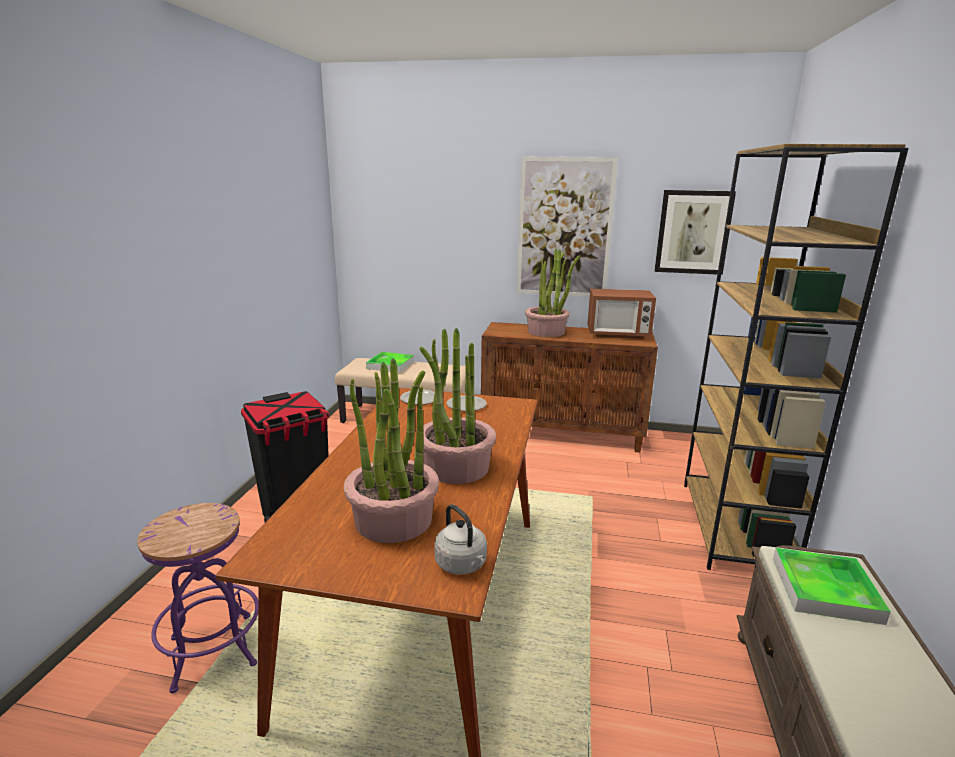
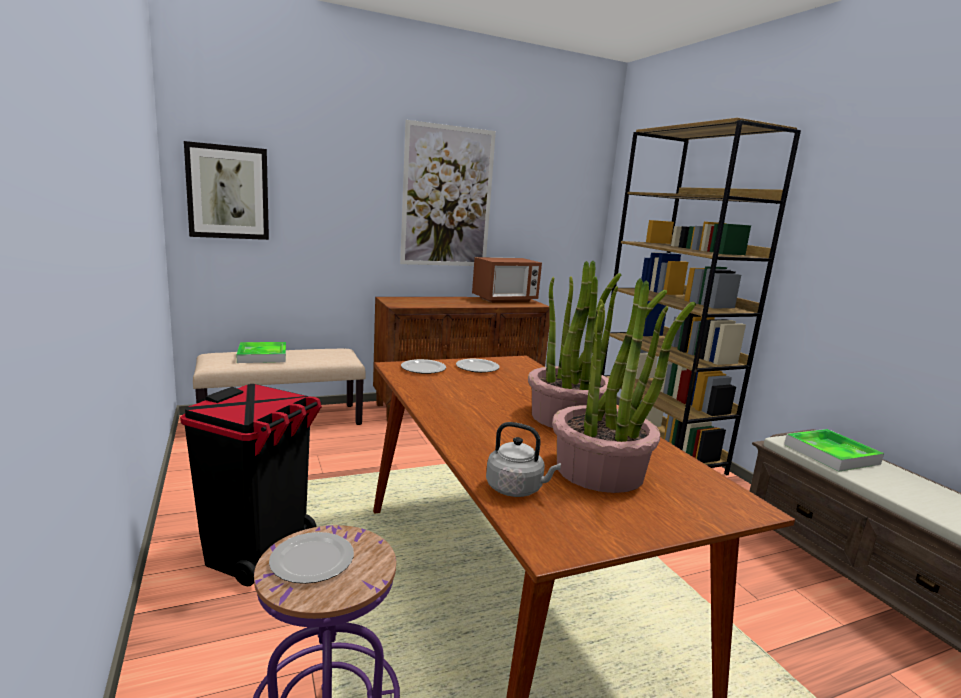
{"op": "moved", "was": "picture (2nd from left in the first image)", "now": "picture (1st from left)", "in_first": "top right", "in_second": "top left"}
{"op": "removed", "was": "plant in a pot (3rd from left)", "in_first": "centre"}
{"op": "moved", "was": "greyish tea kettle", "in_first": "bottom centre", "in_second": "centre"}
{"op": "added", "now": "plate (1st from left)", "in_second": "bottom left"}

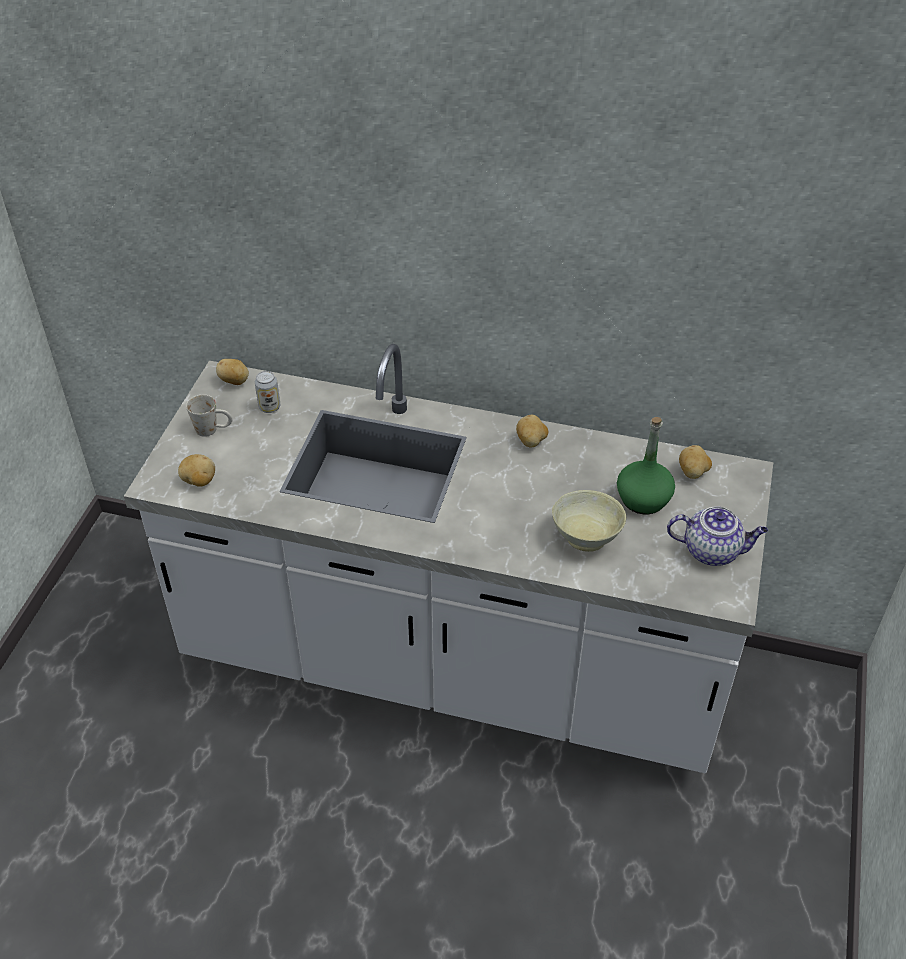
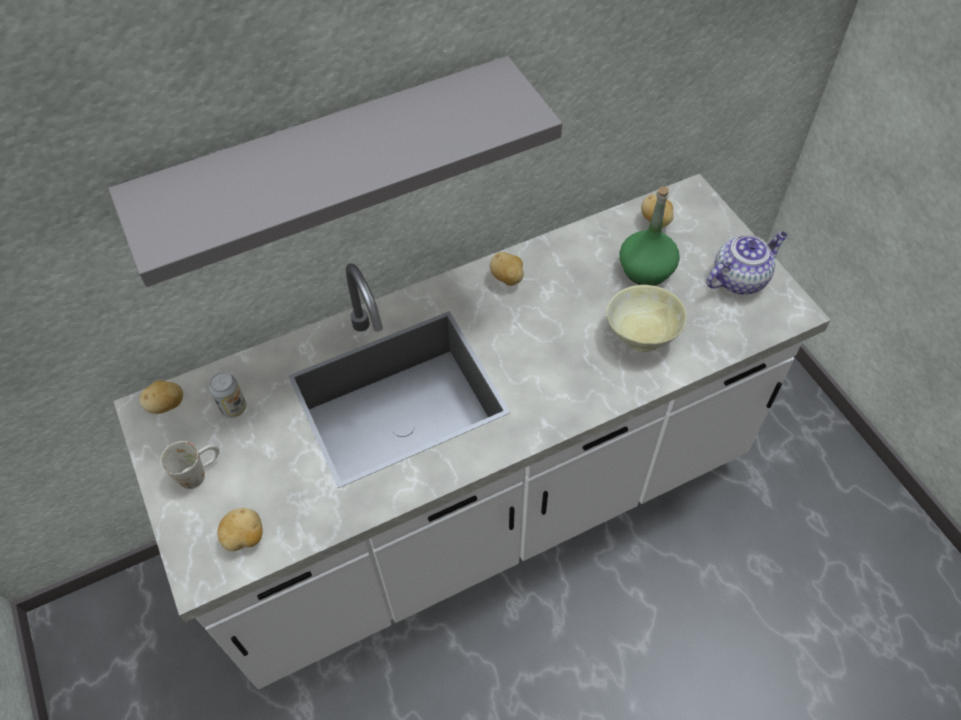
{"op": "added", "now": "greyish bracket shelf", "in_second": "top centre"}

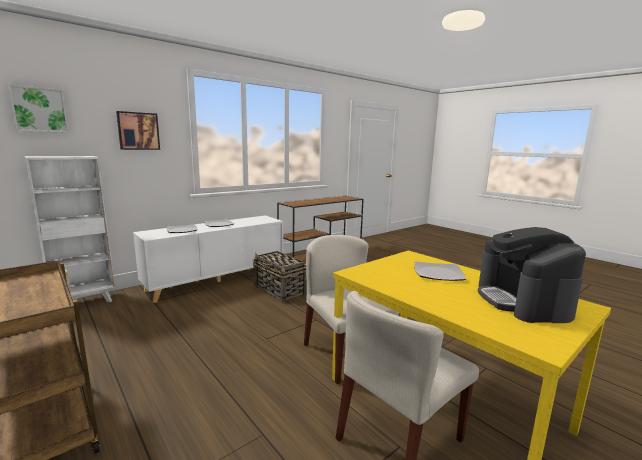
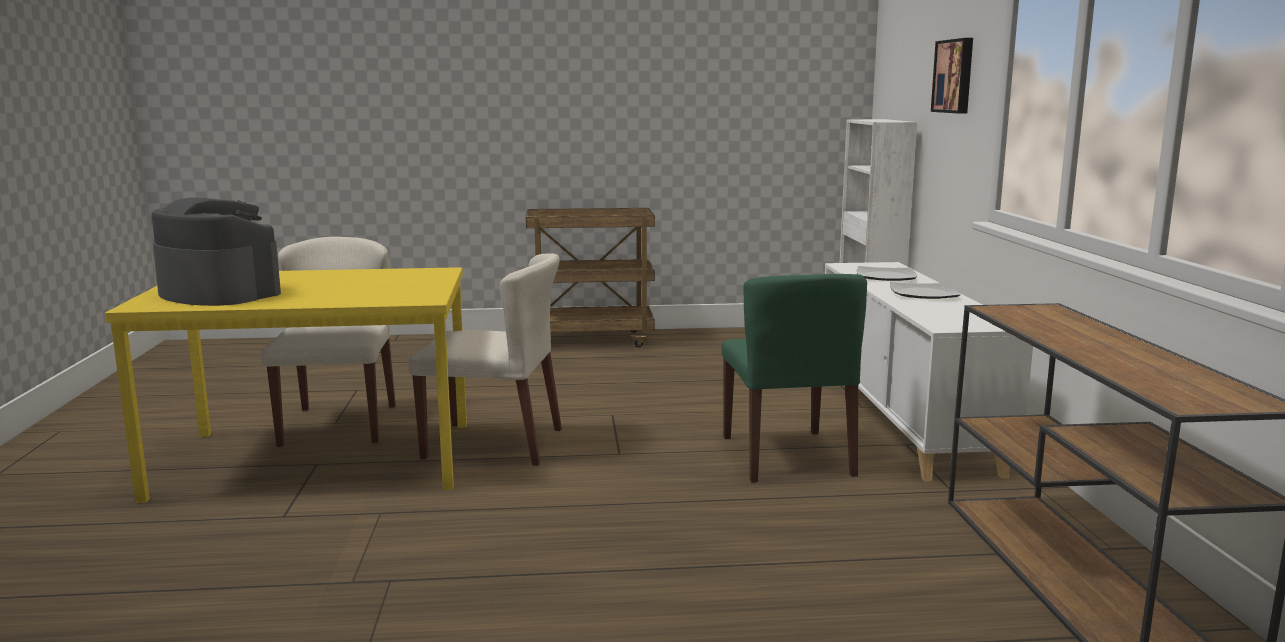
{"op": "removed", "was": "picture (1st from left)", "in_first": "top left"}
{"op": "replaced", "was": "household basket", "now": "green-coloured chair", "in_first": "centre", "in_second": "centre"}
{"op": "removed", "was": "plate (3rd from left)", "in_first": "middle right"}

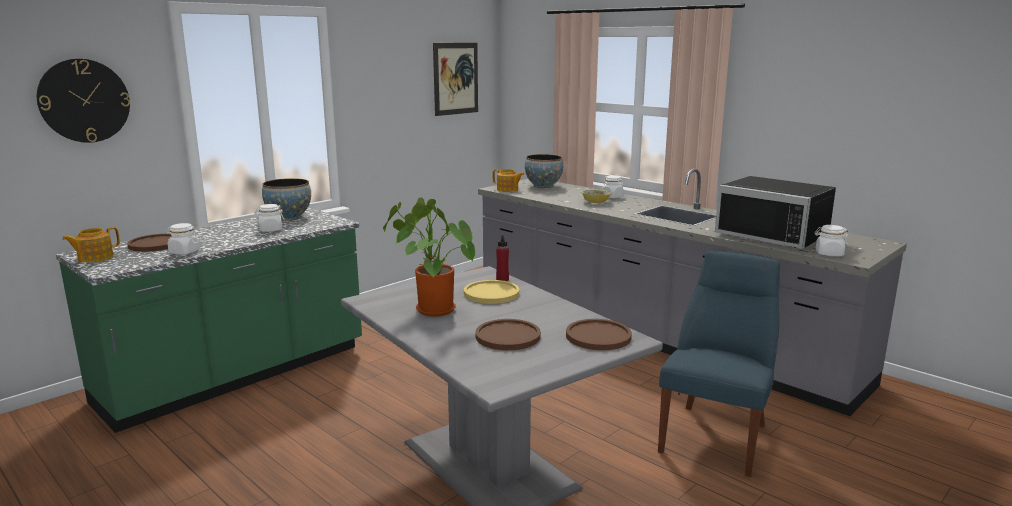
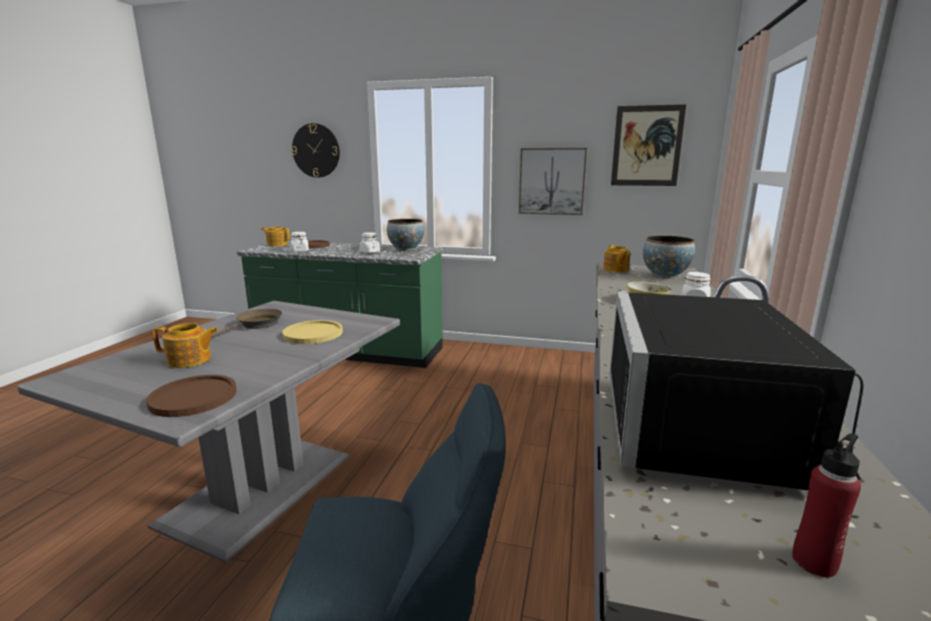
{"op": "replaced", "was": "plant in a pot", "now": "brownish pan", "in_first": "centre", "in_second": "middle left"}
{"op": "removed", "was": "white-coloured storage jar (4th from left)", "in_first": "middle right"}
{"op": "moved", "was": "red-coloured drink bottle", "in_first": "centre", "in_second": "bottom right"}
{"op": "replaced", "was": "brownish plate (2nd from left)", "now": "teapot (1st from left)", "in_first": "centre", "in_second": "middle left"}
{"op": "added", "now": "picture (1st from left)", "in_second": "top centre"}

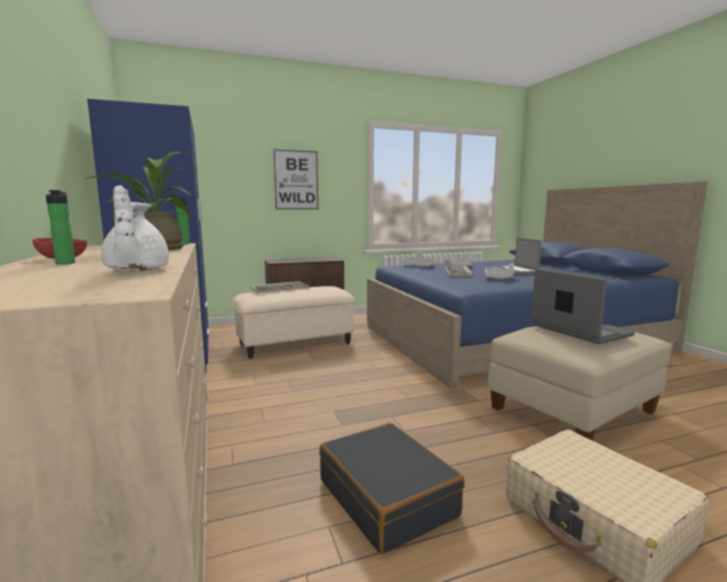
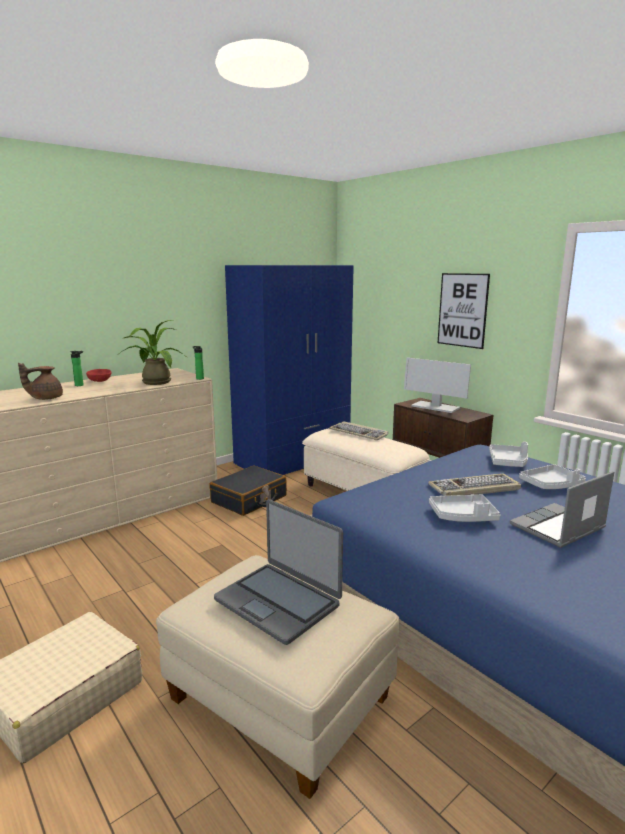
{"op": "recoloured", "was": "white-coloured teapot", "now": "brownish teapot", "in_first": "middle left", "in_second": "middle left"}
{"op": "turned", "was": "notebook computer (2nd from left in the first image)", "in_first": "middle right", "in_second": "bottom centre", "clockwise": 90}
{"op": "moved", "was": "black suitcase", "in_first": "bottom centre", "in_second": "centre"}
{"op": "added", "now": "computer display", "in_second": "middle right"}

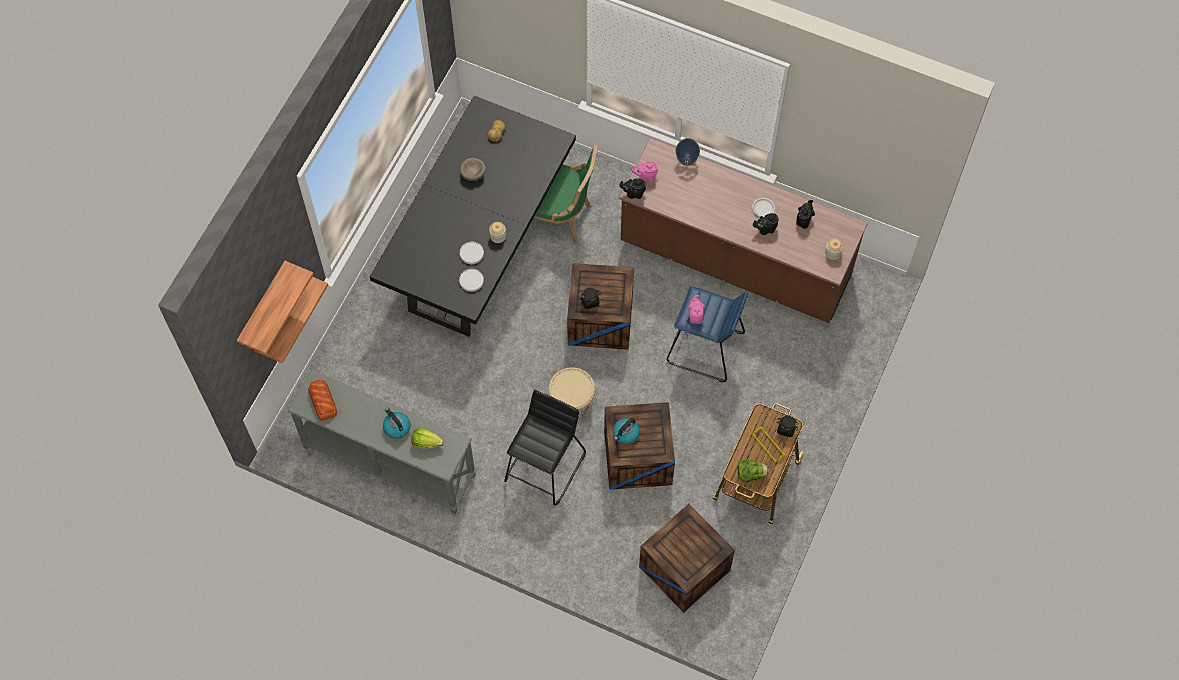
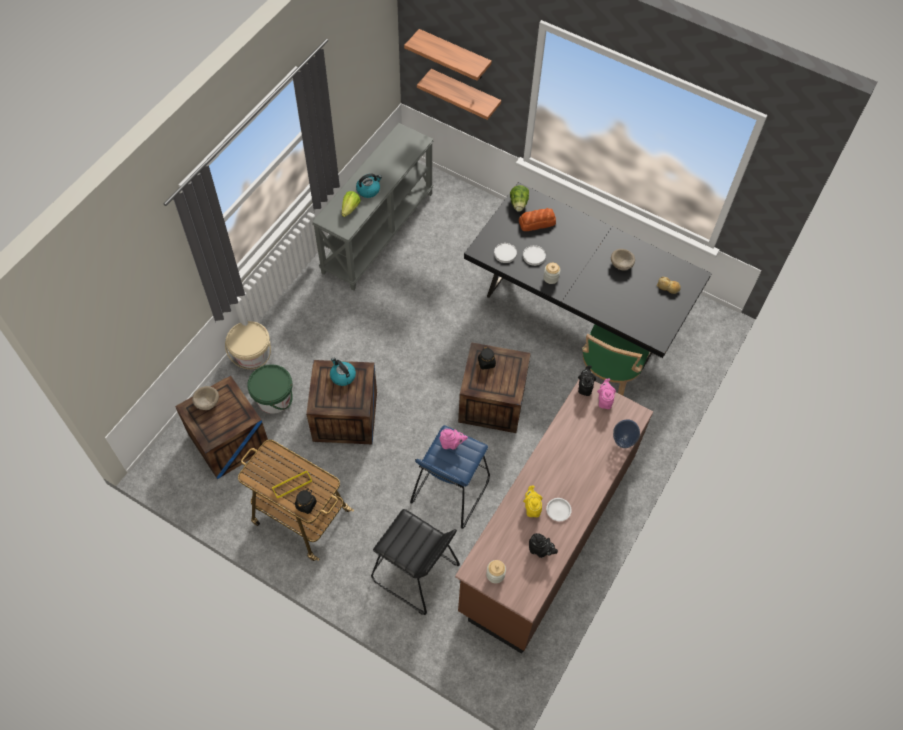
{"op": "recoloured", "was": "black teapot (2nd from left)", "now": "yellow-coloured teapot", "in_first": "top centre", "in_second": "bottom centre"}
{"op": "moved", "was": "beige-coloured pail", "in_first": "centre", "in_second": "middle left"}
{"op": "moved", "was": "bakery bread (1st from left)", "in_first": "middle left", "in_second": "top centre"}
{"op": "moved", "was": "black stool seat", "in_first": "centre", "in_second": "bottom centre"}
{"op": "moved", "was": "lettuce head (2nd from left)", "in_first": "bottom centre", "in_second": "top centre"}
{"op": "added", "now": "green-coloured pail", "in_second": "middle left"}
{"op": "added", "now": "beige-coloured deep dish (1st from left)", "in_second": "middle left"}

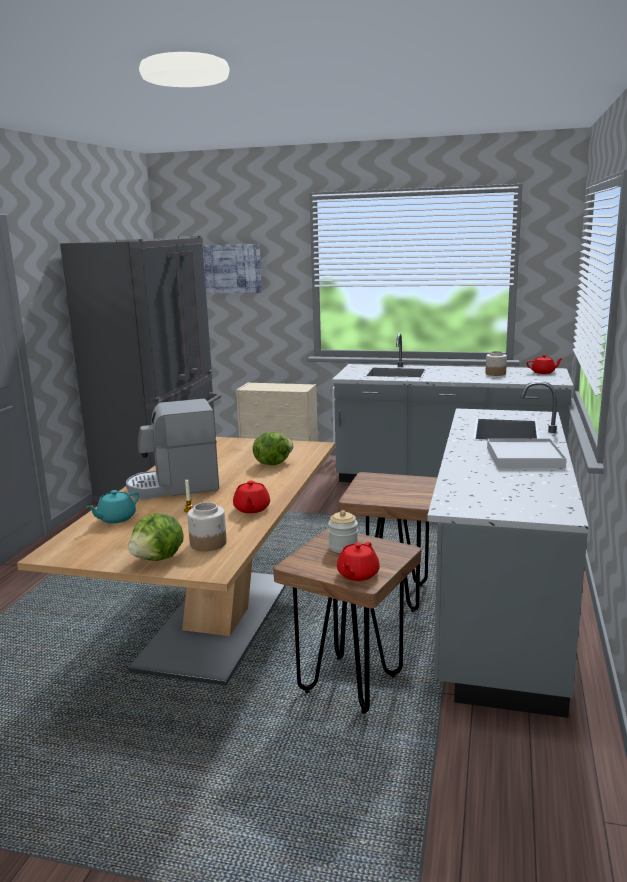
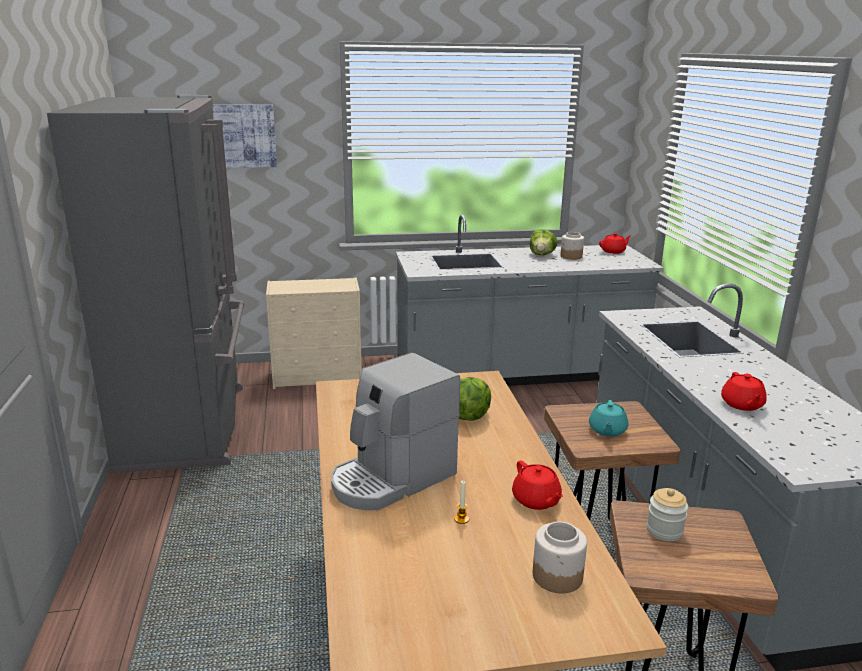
{"op": "removed", "was": "white-coloured serving tray", "in_first": "middle right"}
{"op": "moved", "was": "blue-green teapot", "in_first": "middle left", "in_second": "middle right"}
{"op": "moved", "was": "lettuce head (1st from left in the first image)", "now": "lettuce head (2nd from left)", "in_first": "middle left", "in_second": "centre"}
{"op": "moved", "was": "red-coloured teapot (2nd from left in the first image)", "now": "red-coloured teapot (3rd from left)", "in_first": "centre", "in_second": "middle right"}

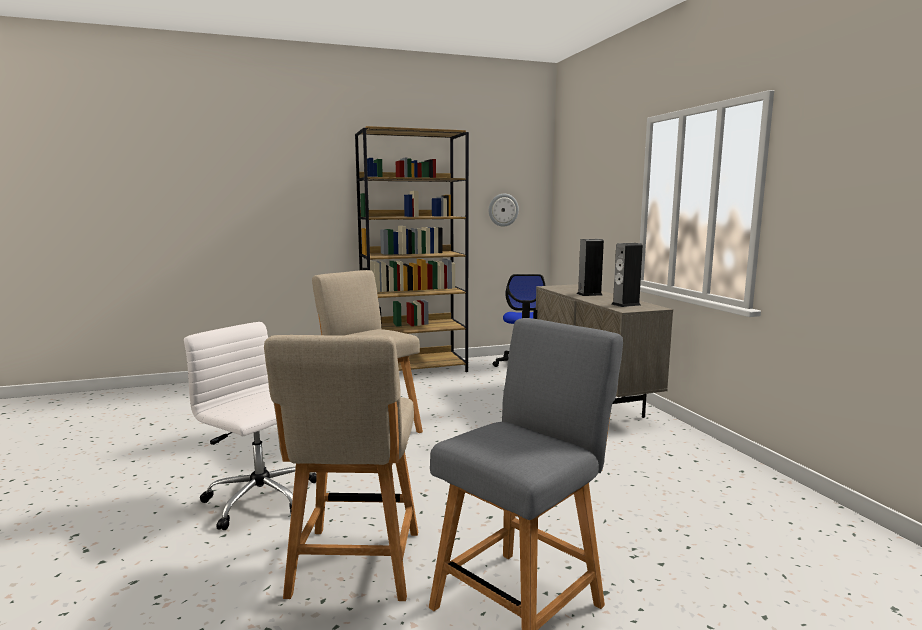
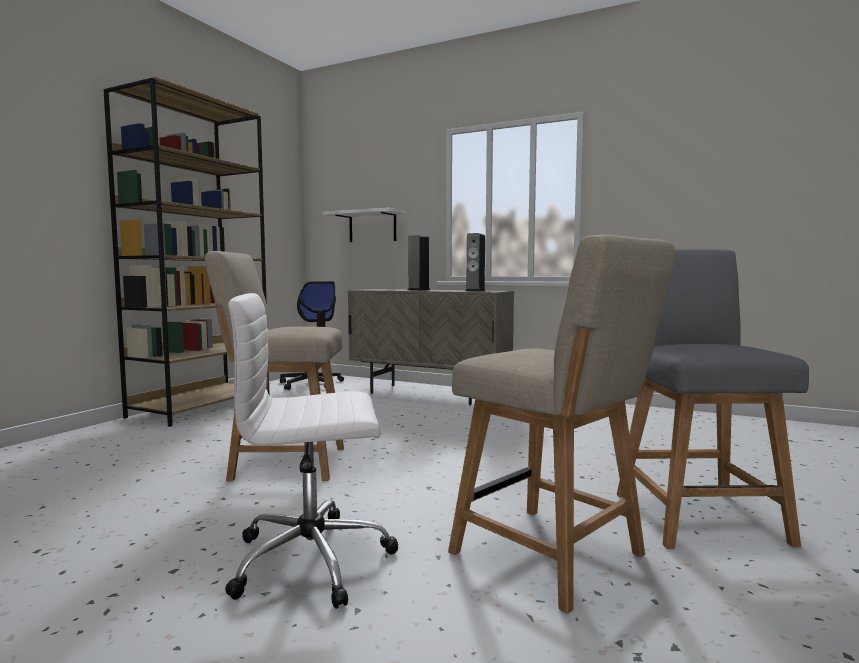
{"op": "removed", "was": "clock on the wall", "in_first": "centre"}
{"op": "added", "now": "white-coloured bracket shelf", "in_second": "centre"}

